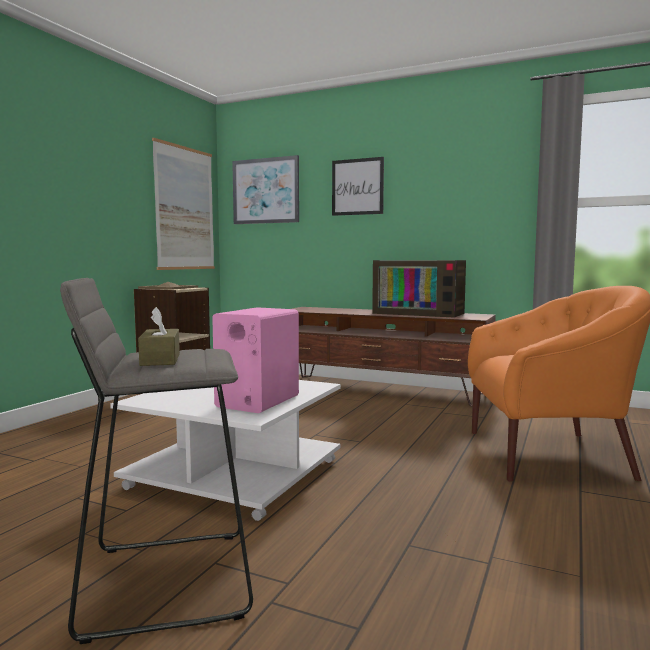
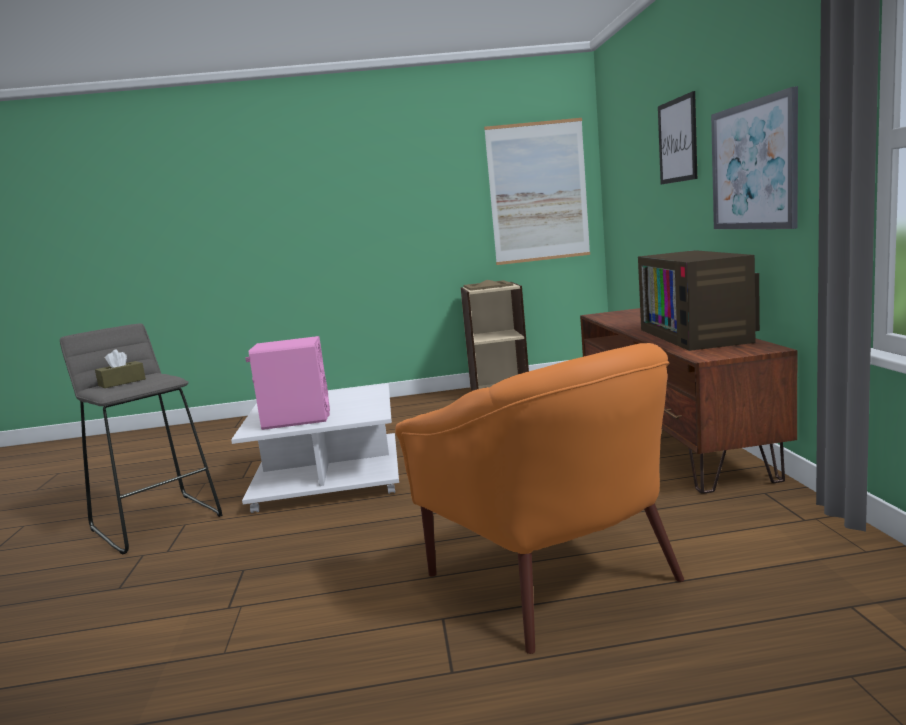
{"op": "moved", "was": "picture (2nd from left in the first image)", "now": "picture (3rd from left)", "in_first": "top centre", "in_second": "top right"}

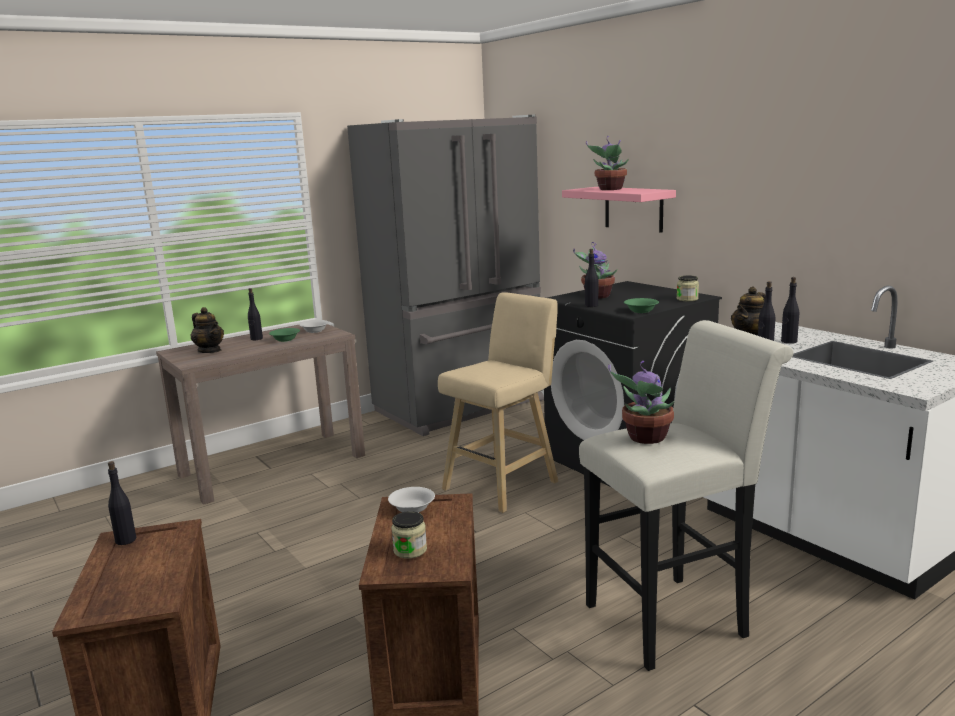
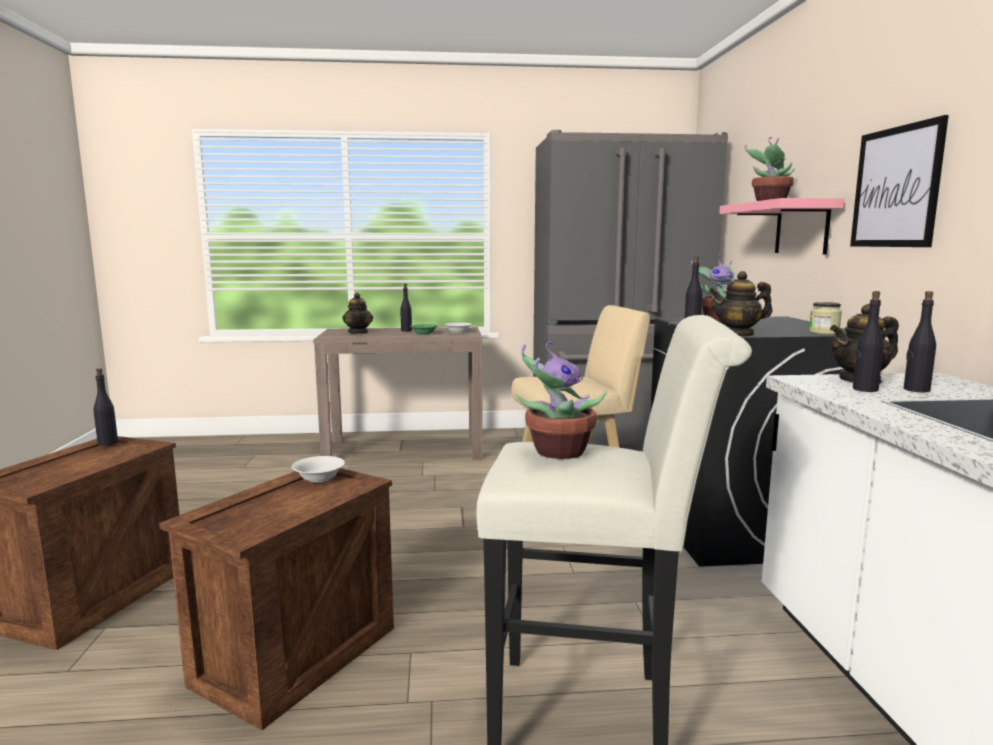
{"op": "replaced", "was": "green-coloured deep dish (2nd from left)", "now": "teapot (2nd from left)", "in_first": "middle right", "in_second": "middle right"}
{"op": "removed", "was": "storage jar (1st from left)", "in_first": "bottom centre"}
{"op": "added", "now": "picture", "in_second": "top right"}

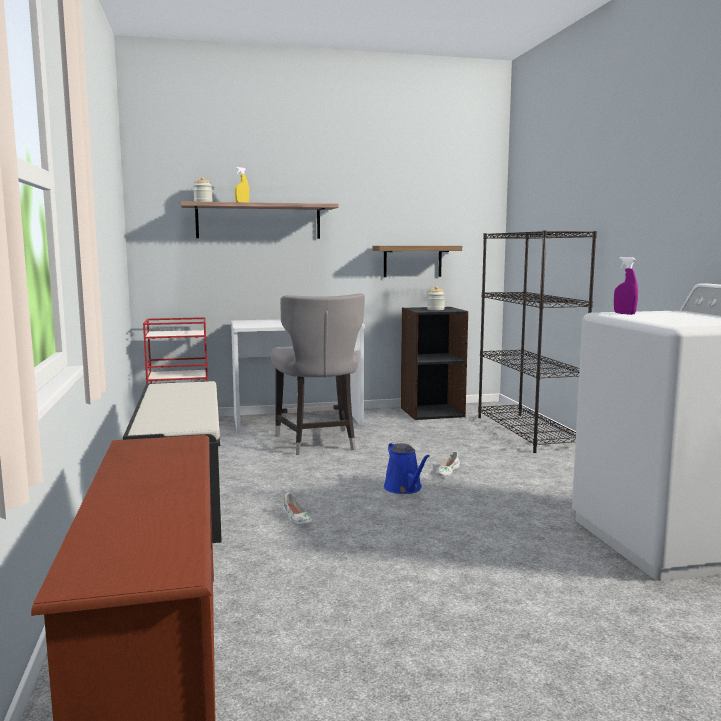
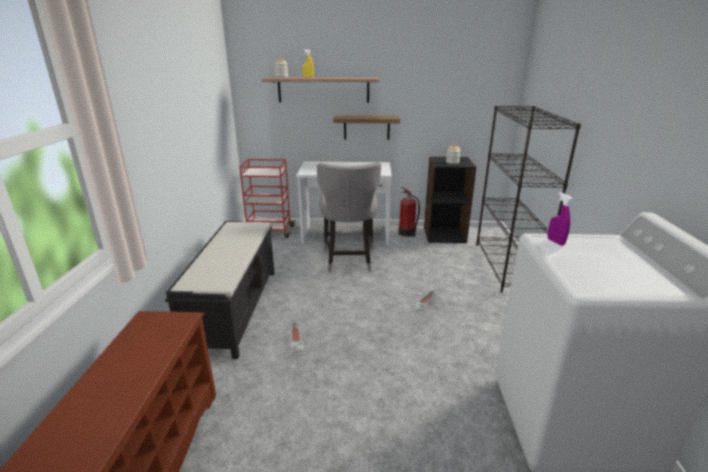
{"op": "moved", "was": "bracket shelf (2nd from left)", "in_first": "centre", "in_second": "top centre"}
{"op": "removed", "was": "blue-coloured watering can", "in_first": "centre"}
{"op": "added", "now": "extinguisher", "in_second": "centre"}

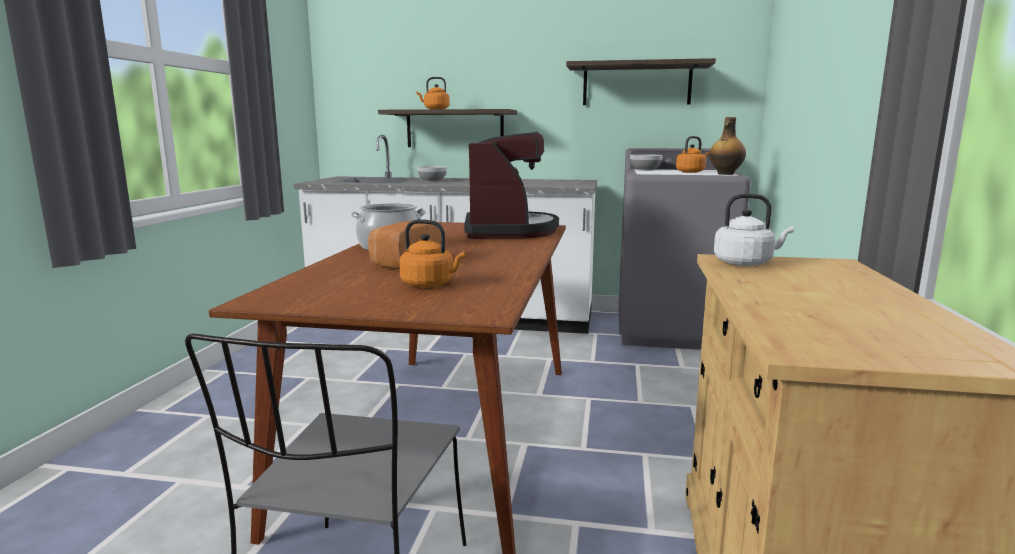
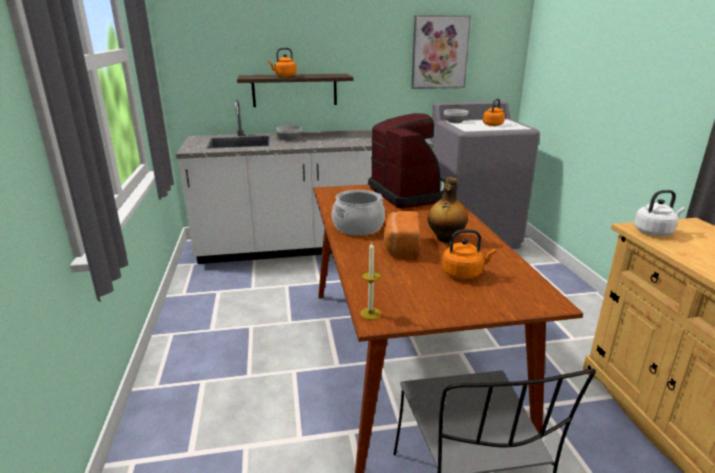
{"op": "replaced", "was": "bracket shelf (2nd from left)", "now": "picture", "in_first": "top centre", "in_second": "top centre"}
{"op": "moved", "was": "drink bottle", "in_first": "top right", "in_second": "centre"}
{"op": "added", "now": "wax light", "in_second": "centre"}

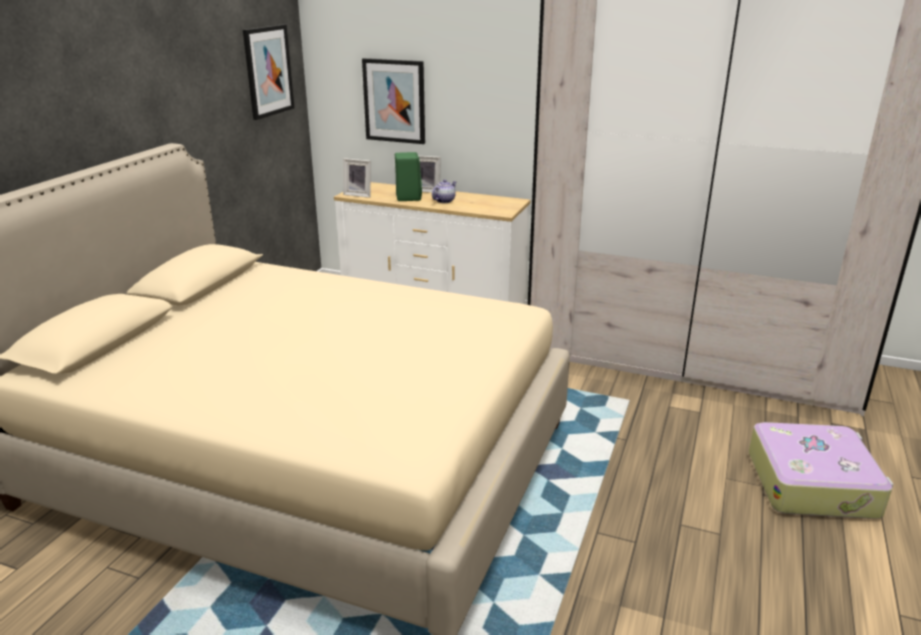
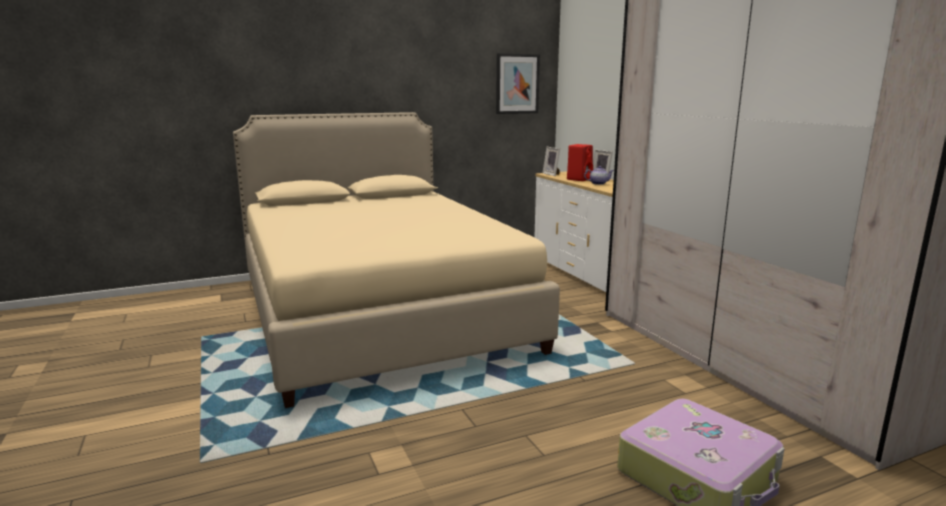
{"op": "removed", "was": "picture (2nd from left)", "in_first": "top centre"}
{"op": "recoloured", "was": "green-coloured speaker", "now": "red-coloured speaker", "in_first": "top centre", "in_second": "top centre"}

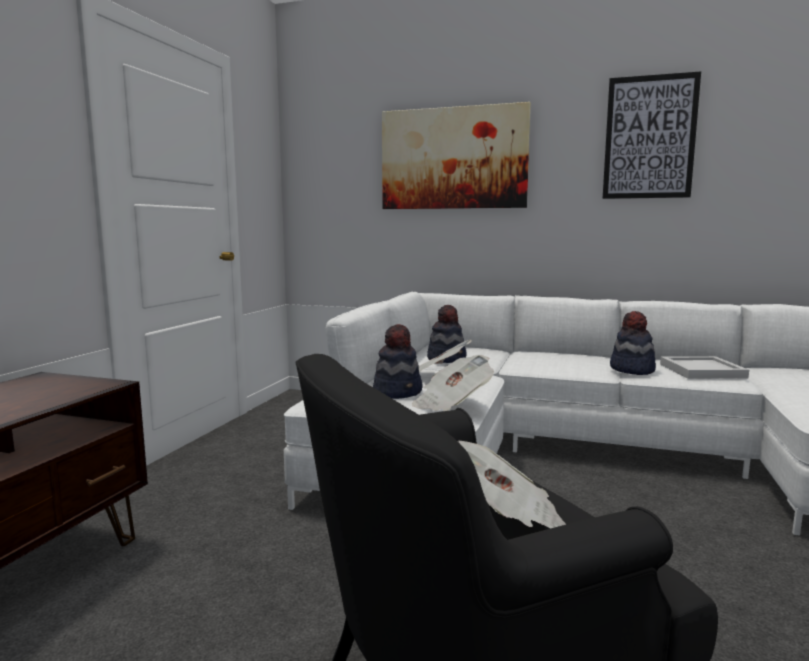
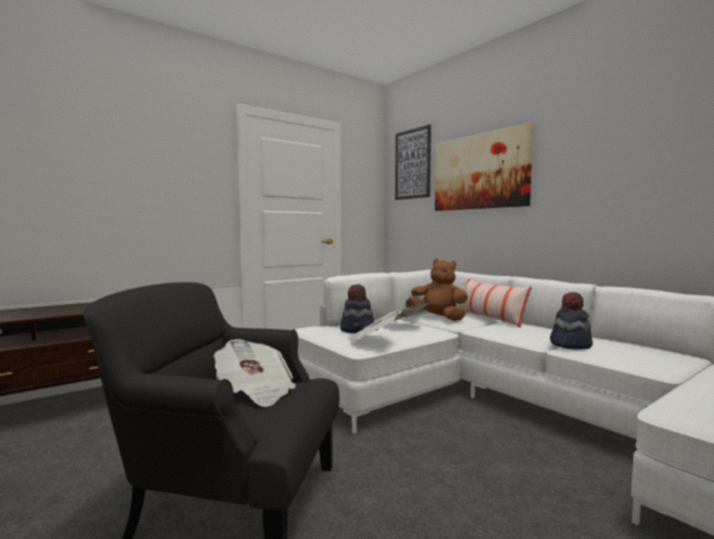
{"op": "moved", "was": "picture (2nd from left in the first image)", "now": "picture (1st from left)", "in_first": "top right", "in_second": "top centre"}
{"op": "replaced", "was": "hat (2nd from left)", "now": "brownish plush toy", "in_first": "centre", "in_second": "centre"}
{"op": "removed", "was": "white-coloured serving tray", "in_first": "middle right"}
{"op": "added", "now": "cushion", "in_second": "middle right"}

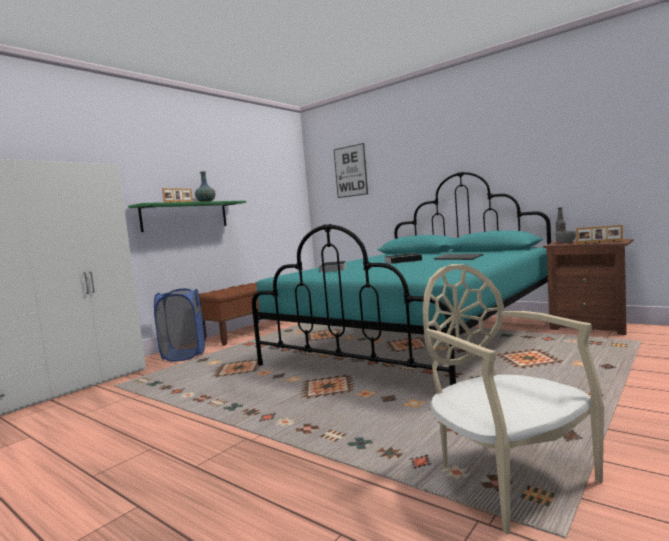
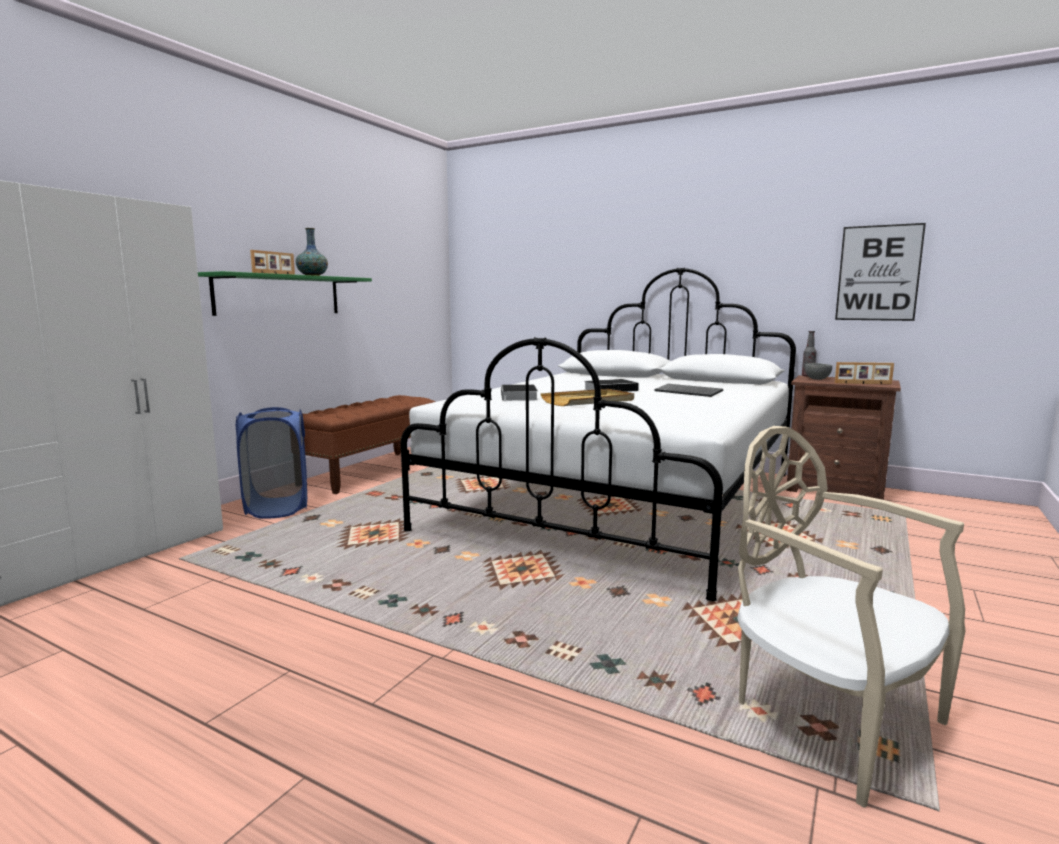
{"op": "moved", "was": "picture", "in_first": "top centre", "in_second": "top right"}
{"op": "recoloured", "was": "blue-green bed", "now": "white-coloured bed", "in_first": "centre", "in_second": "centre"}
{"op": "added", "now": "beige-coloured serving tray", "in_second": "centre"}

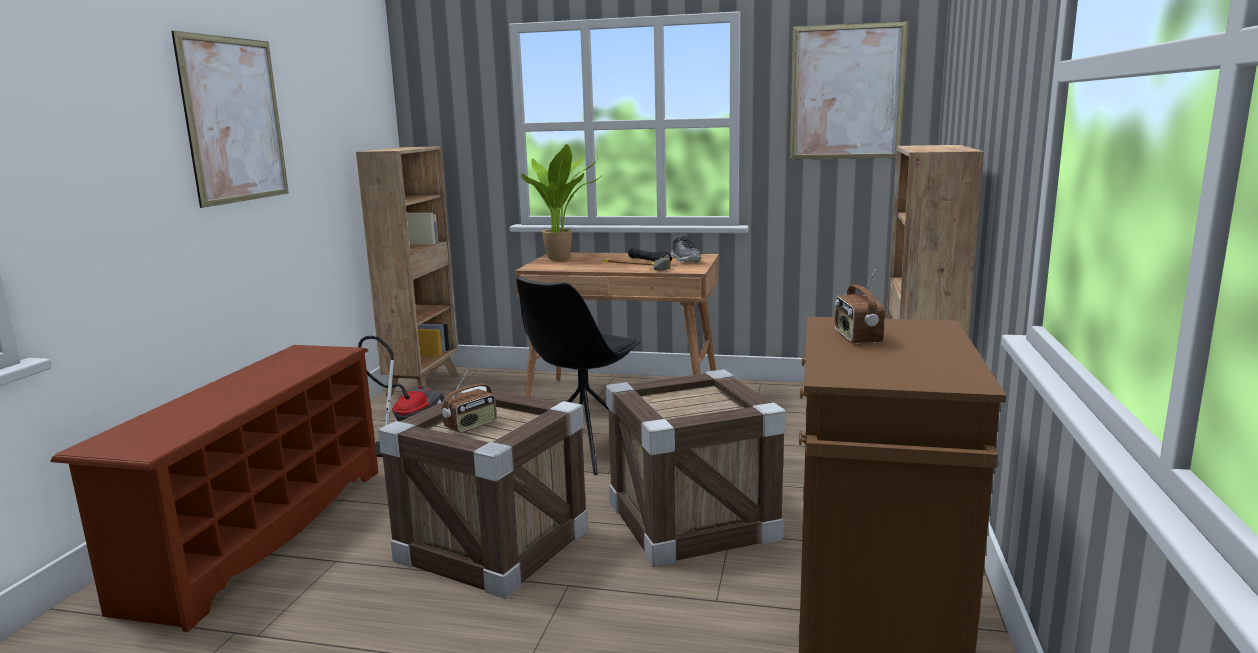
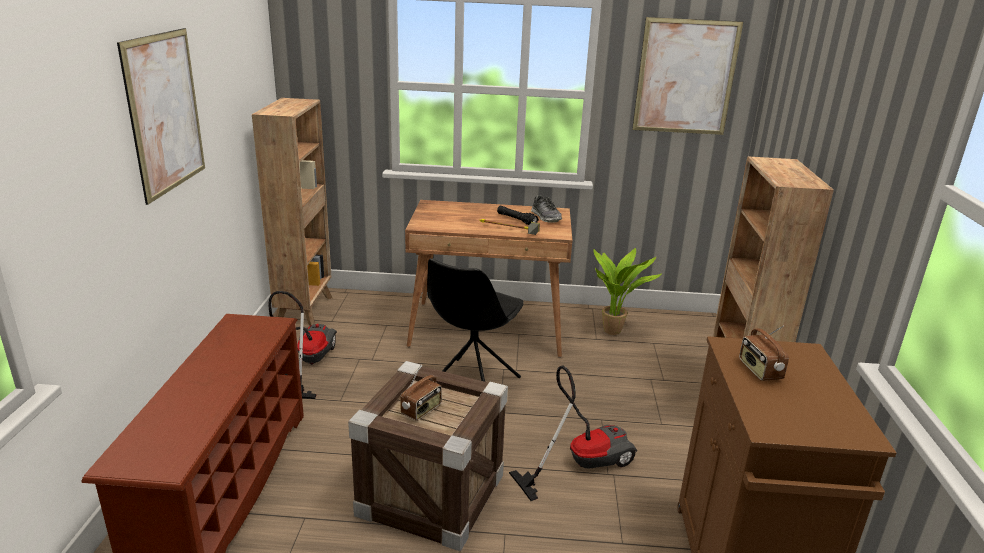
{"op": "moved", "was": "plant in a pot", "in_first": "top centre", "in_second": "centre"}
{"op": "replaced", "was": "shipping crate (2nd from left)", "now": "hoover (2nd from left)", "in_first": "bottom centre", "in_second": "bottom centre"}

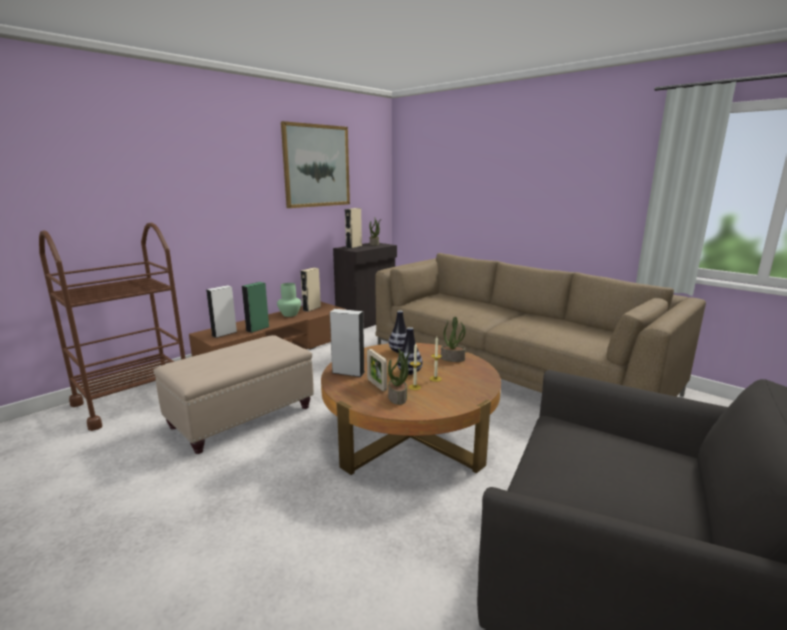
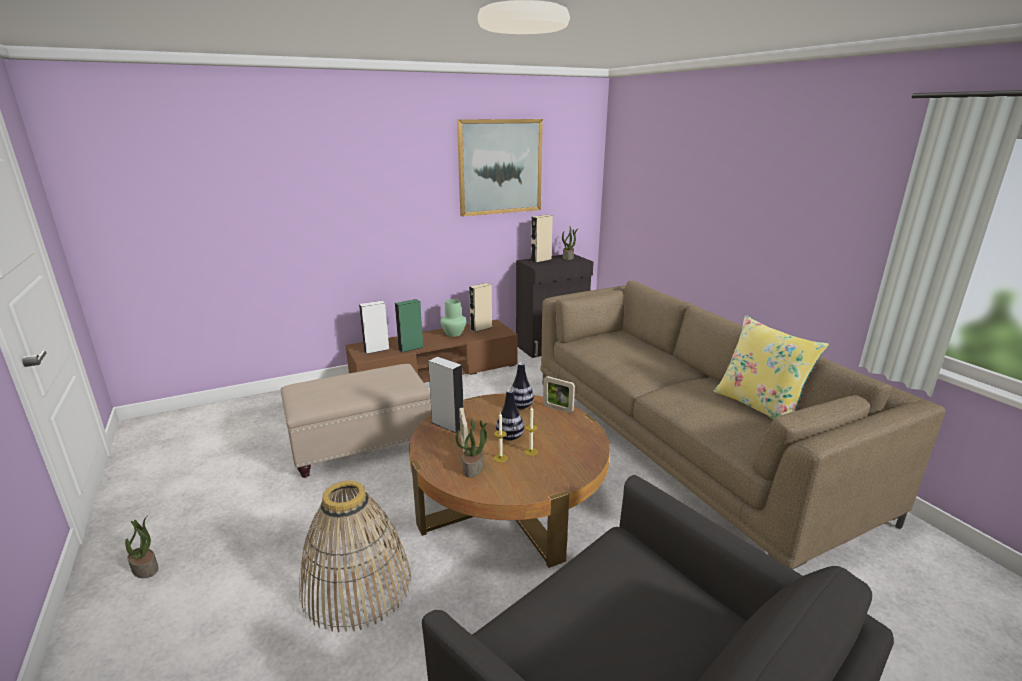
{"op": "removed", "was": "brownish wheeled cart", "in_first": "middle left"}
{"op": "moved", "was": "plant in a pot (3rd from left in the first image)", "now": "plant in a pot (1st from left)", "in_first": "centre", "in_second": "bottom left"}
{"op": "added", "now": "yellow-coloured cushion", "in_second": "middle right"}
{"op": "added", "now": "standing frame (2nd from left)", "in_second": "centre"}
{"op": "added", "now": "household basket", "in_second": "bottom centre"}

